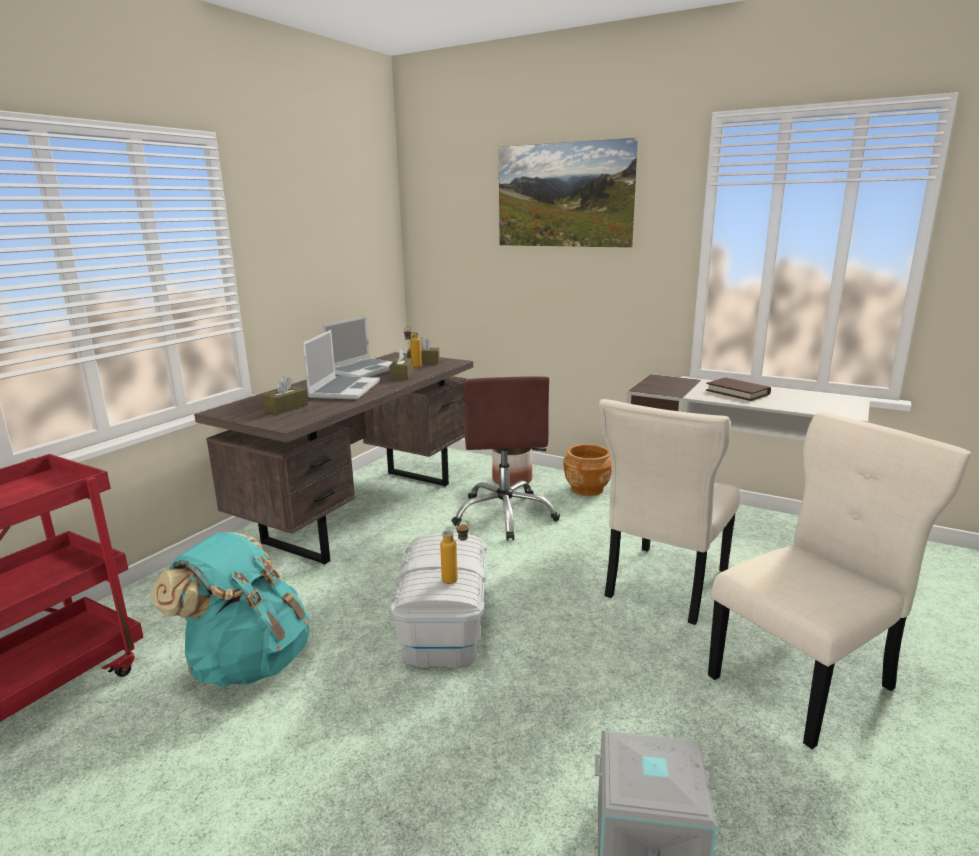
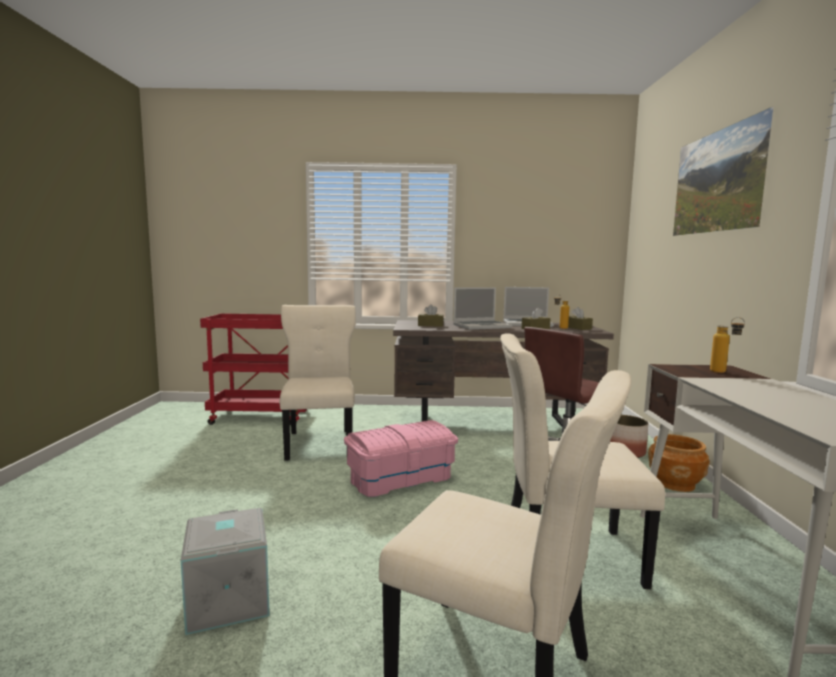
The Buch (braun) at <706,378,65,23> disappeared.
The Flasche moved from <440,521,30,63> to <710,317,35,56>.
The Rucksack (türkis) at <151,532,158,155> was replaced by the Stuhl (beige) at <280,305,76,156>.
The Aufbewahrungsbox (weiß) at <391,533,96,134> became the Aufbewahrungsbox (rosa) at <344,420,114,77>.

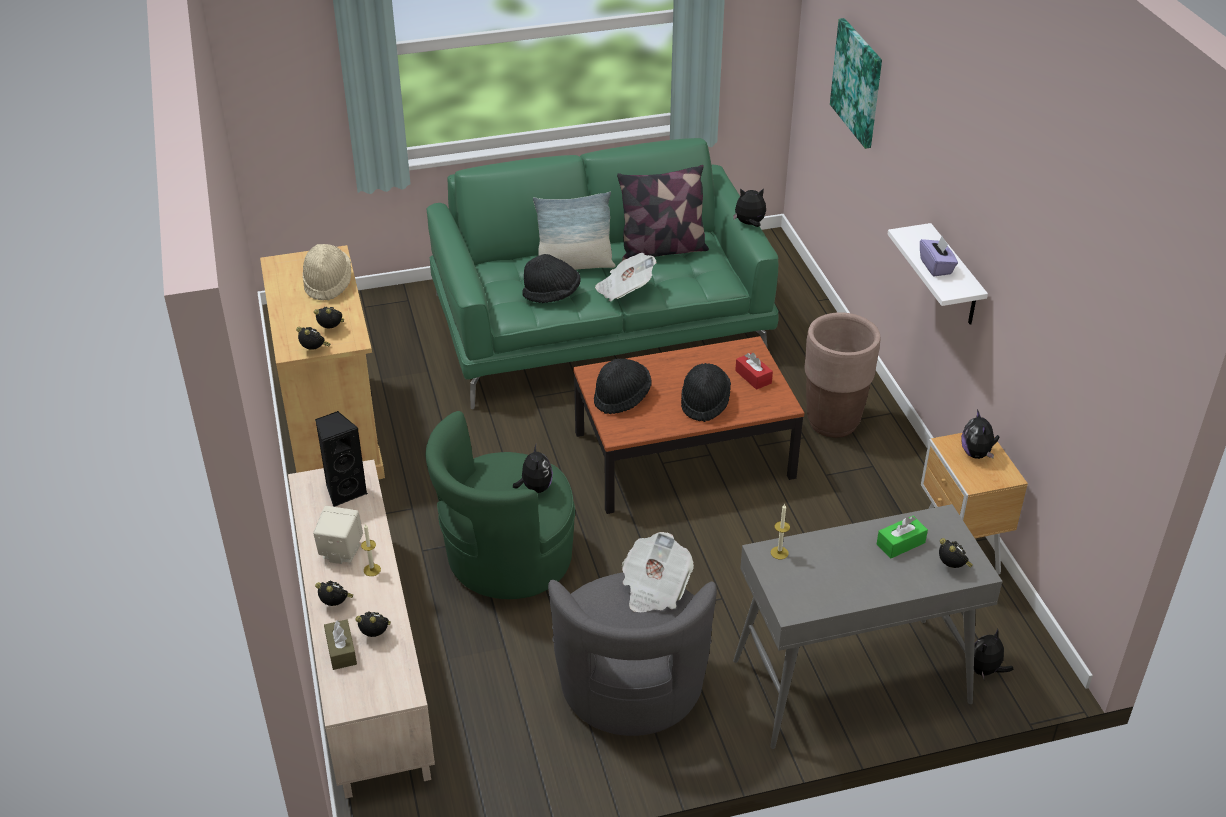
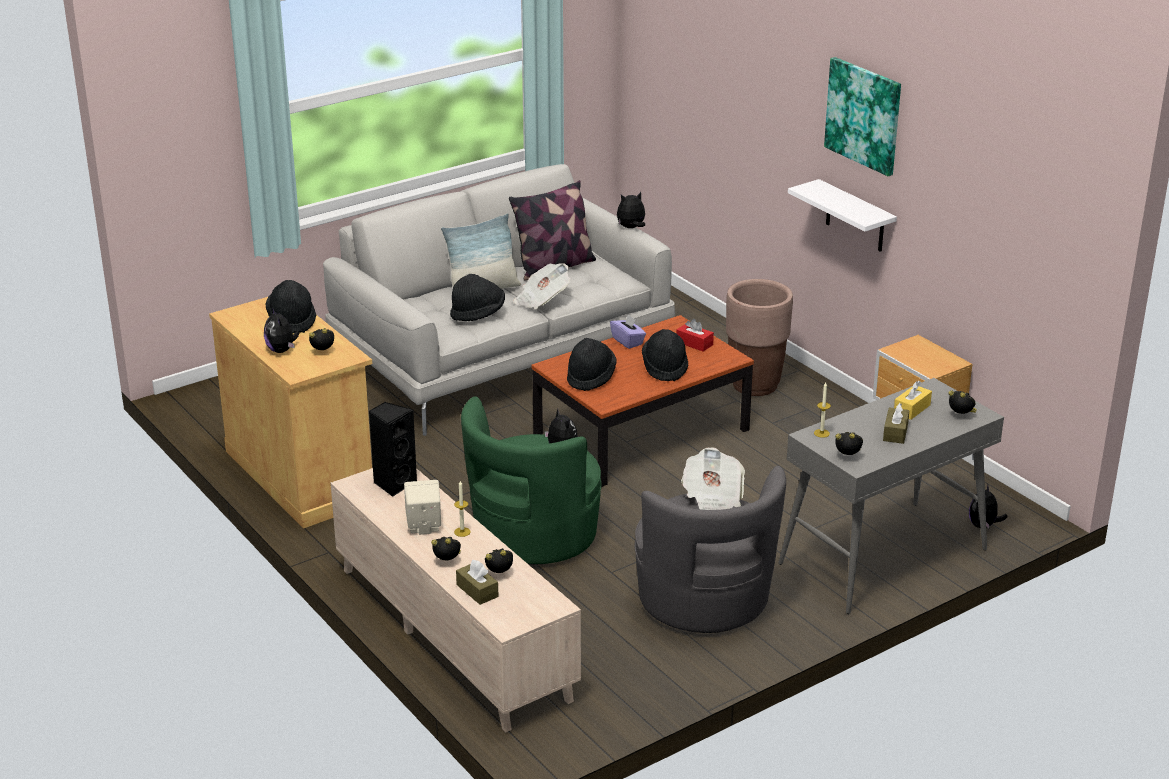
The Taschentuchbox (braun) at <883,403,27,41> appeared.
The Wecker moved from <296,327,34,23> to <835,432,28,23>.
The Bild moved from <830,18,52,131> to <824,57,77,119>.
The Taschentuchbox (lila) moved from <920,236,38,41> to <610,315,36,34>.
The Plüschtier moved from <961,409,38,50> to <264,308,36,45>.
The Hut (beige) at <303,244,48,57> became the Hut (schwarz) at <265,280,51,53>.
The Sofa (grün) at <427,138,352,271> became the Sofa (grau) at <323,164,352,272>.
The Taschentuchbox (grün) at <876,516,52,42> became the Taschentuchbox (gelb) at <894,381,38,39>.

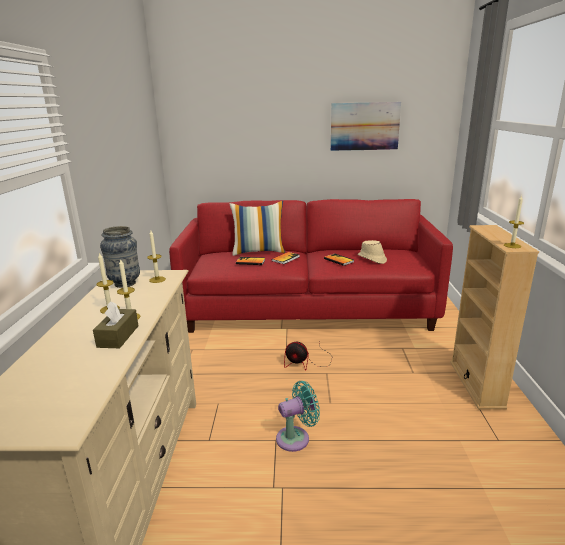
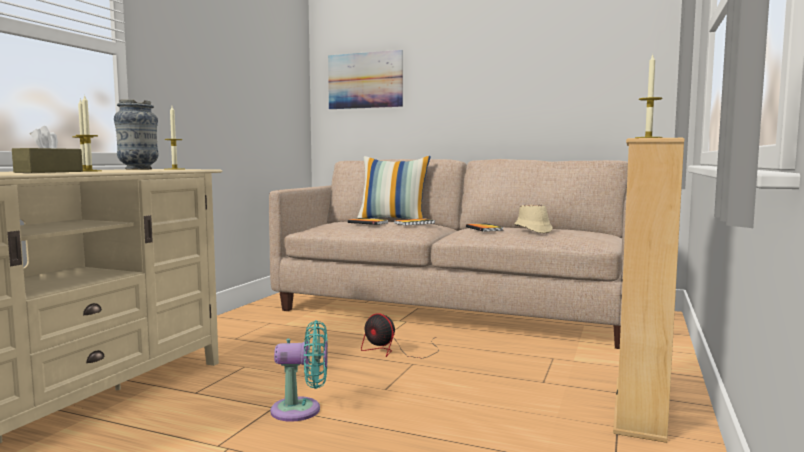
The Bild moved from <331,102,70,49> to <328,50,75,59>.
The Sofa (rot) at <169,199,284,134> became the Sofa (beige) at <269,159,359,190>.

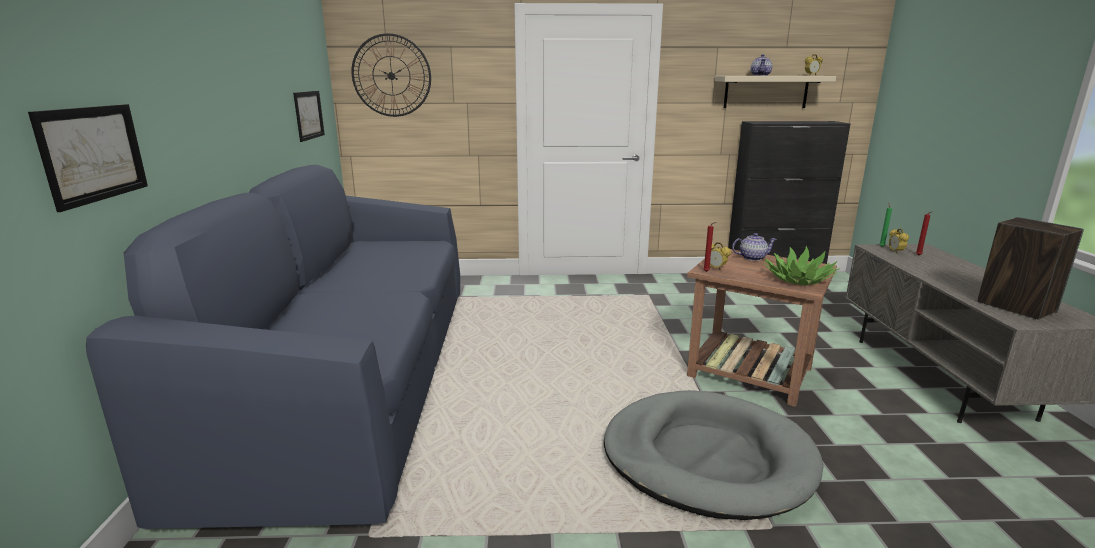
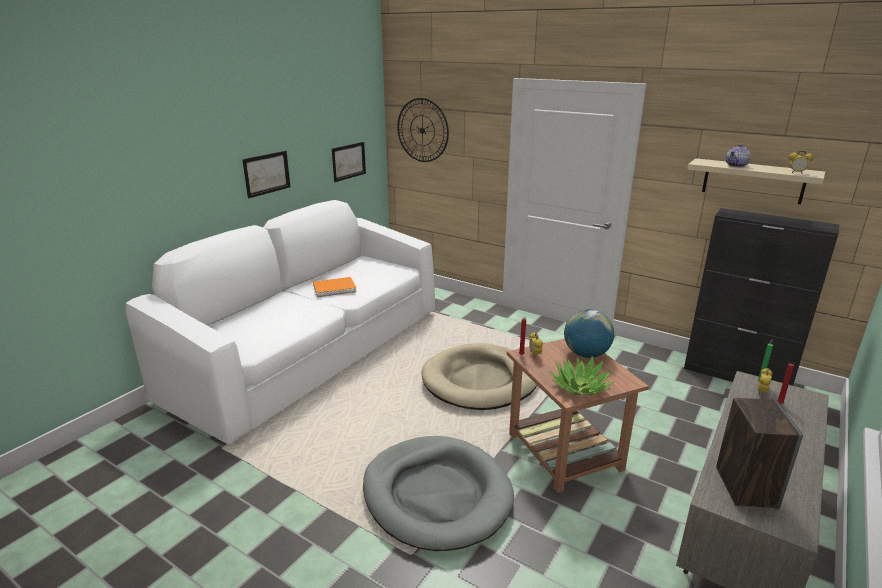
The Buch (orange) at <313,277,43,20> appeared.
The Hundebett (beige) at <421,343,116,67> appeared.
The Bild moved from <28,104,120,108> to <242,151,48,47>.
The Teekanne at <732,233,45,28> was replaced by the Globus at <564,309,50,49>.
The Sofa (blau) at <86,165,374,364> became the Sofa (weiß) at <125,200,310,244>.

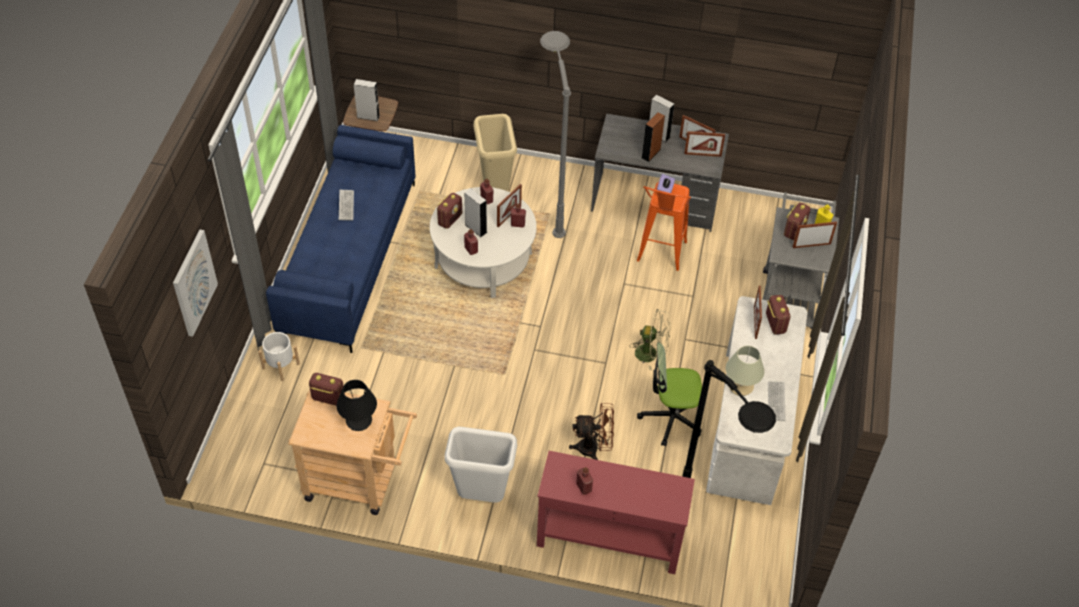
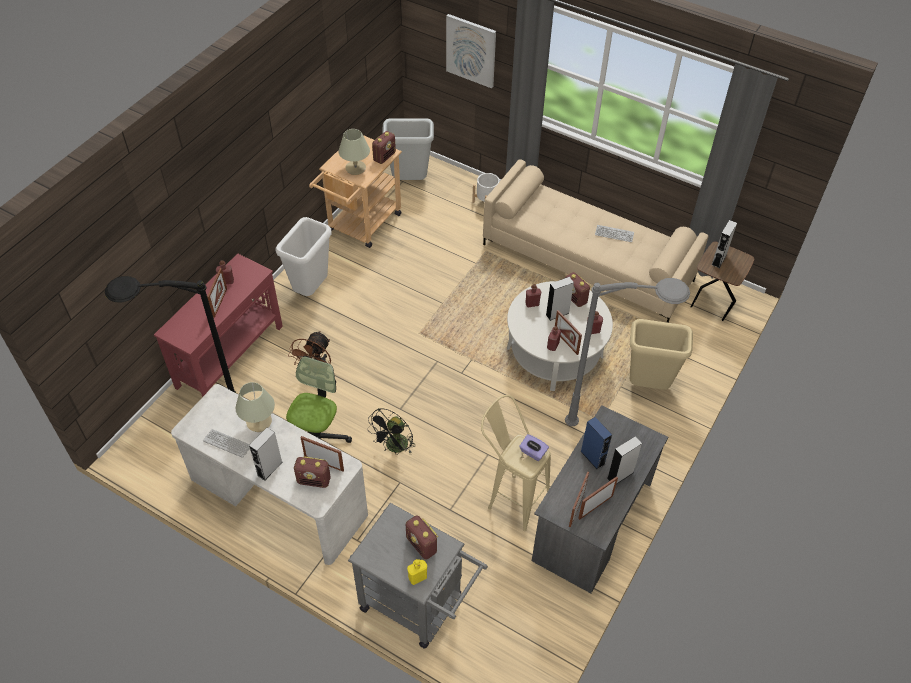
The Lautsprecher (grau) at <249,428,33,53> appeared.
The Mülleimer (grau) at <382,118,52,62> appeared.
The Bilderrahmen moved from <793,222,44,26> to <207,268,20,50>.
The Sofa (blau) at <266,125,149,228> became the Sofa (beige) at <483,159,226,164>.
The Tischlampe (schwarz) at <337,380,40,51> became the Tischlampe (beige) at <338,129,32,46>.
The Ventilator (beige) at <630,309,40,61> became the Ventilator (schwarz) at <367,408,49,47>.
The Hocker (orange) at <637,182,54,89> became the Hocker (beige) at <481,395,70,136>.
The Lautsprecher (braun) at <642,112,23,50> became the Lautsprecher (blau) at <581,417,31,53>.

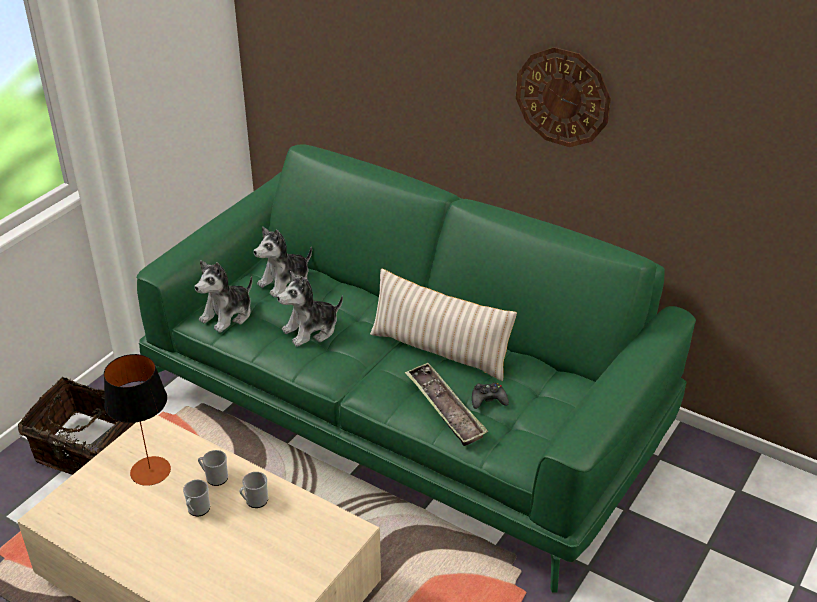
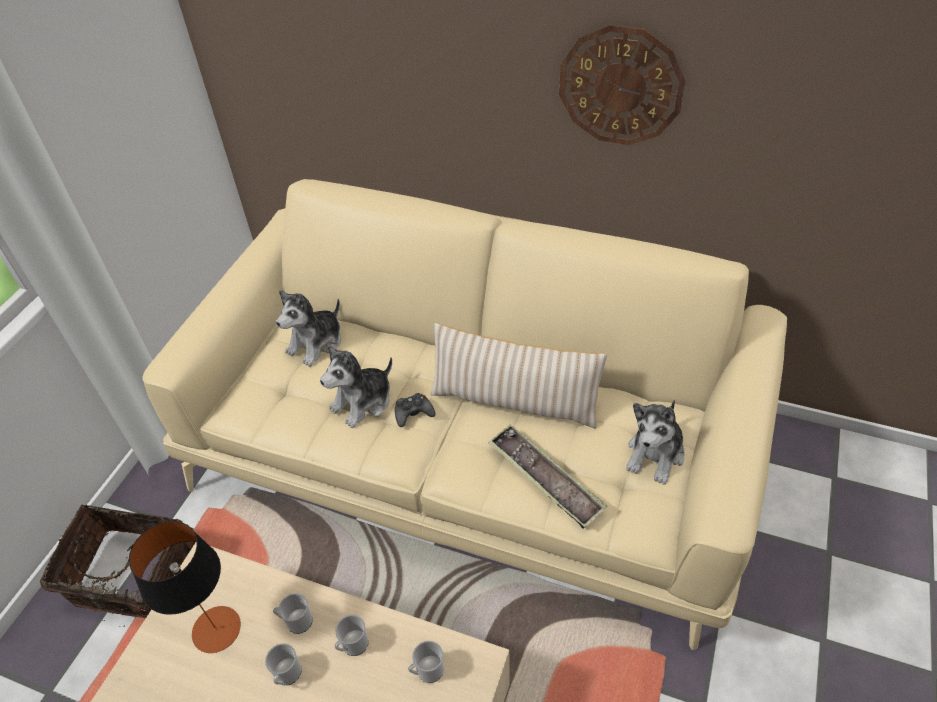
The Henkelbecher at <408,641,36,42> appeared.
The Plüschtier moved from <195,260,57,73> to <626,400,59,85>.
The Gamepad (schwarz) moved from <472,383,37,26> to <395,393,41,34>.
The Sofa (grün) at <137,144,559,449> became the Sofa (beige) at <142,179,645,471>.

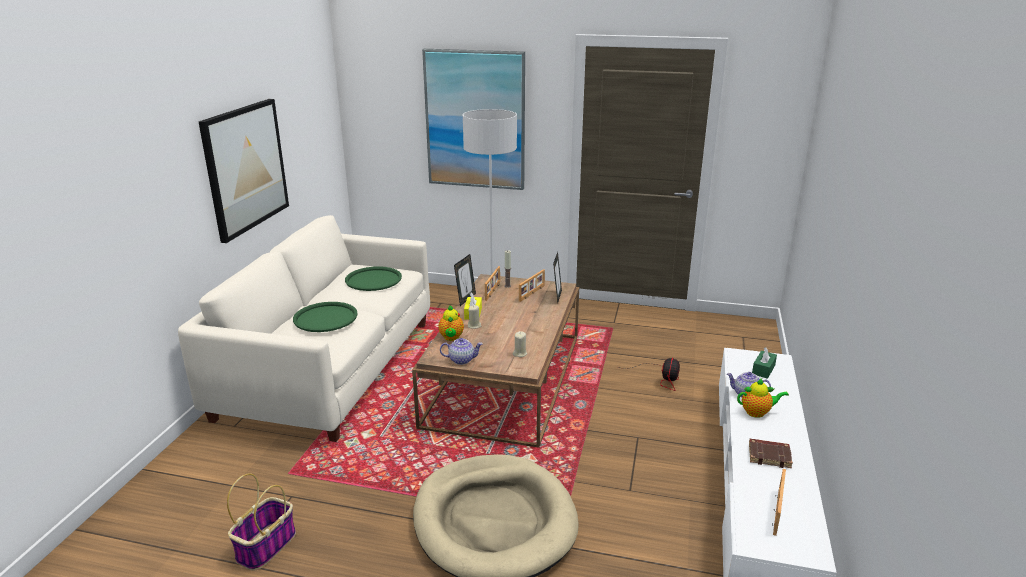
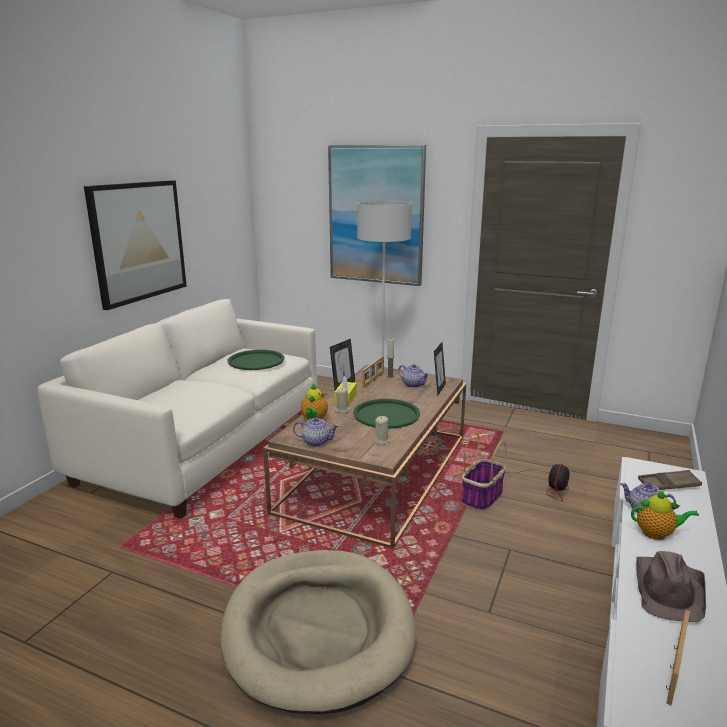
The Korb moved from <227,473,69,98> to <461,433,45,78>.
The Tablett (grün) moved from <293,302,65,30> to <353,399,67,30>.
The Bilderrahmen at <519,269,26,33> was replaced by the Teekanne at <398,364,31,24>.
The Buch (braun) at <749,439,44,29> was replaced by the Hut (braun) at <637,551,69,71>.
The Taschentuchbox (grün) at <752,347,25,32> was replaced by the Tablett (braun) at <638,470,64,20>.

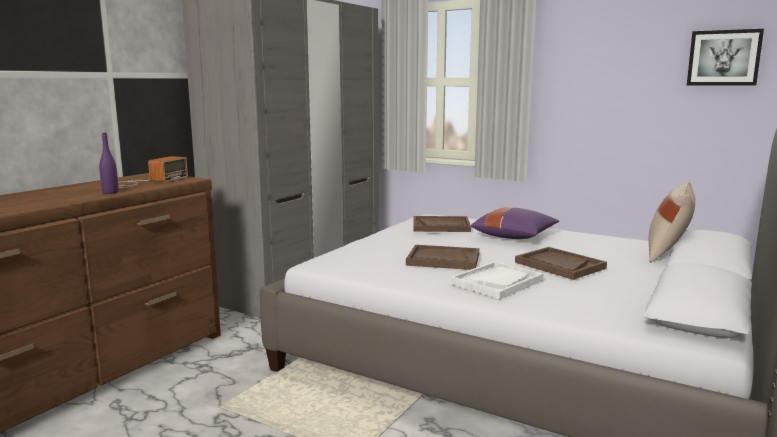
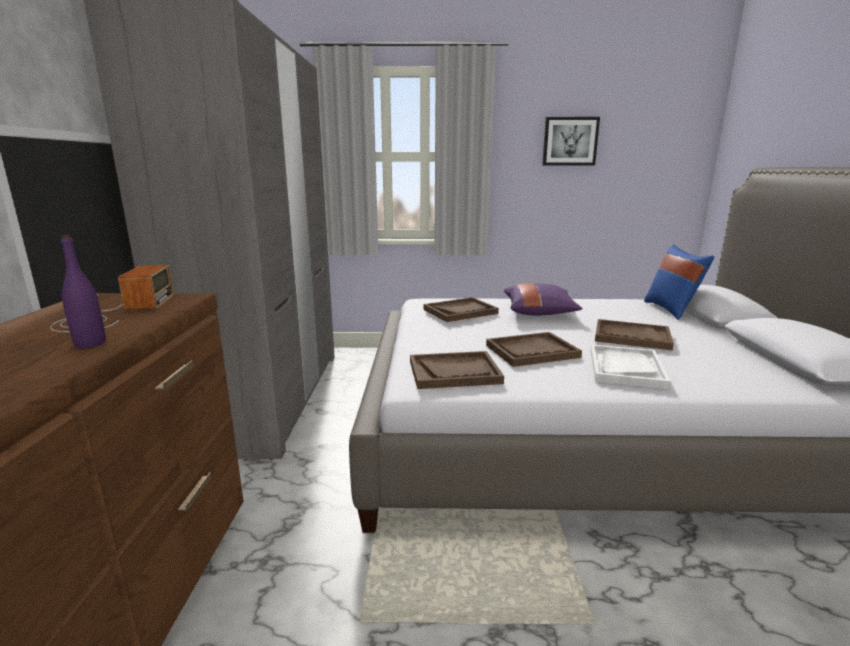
The Tablett (braun) at <410,351,94,38> appeared.
The Bild moved from <687,29,77,57> to <542,117,58,48>.
The Kissen (beige) at <649,182,46,80> became the Kissen (blau) at <644,245,70,75>.

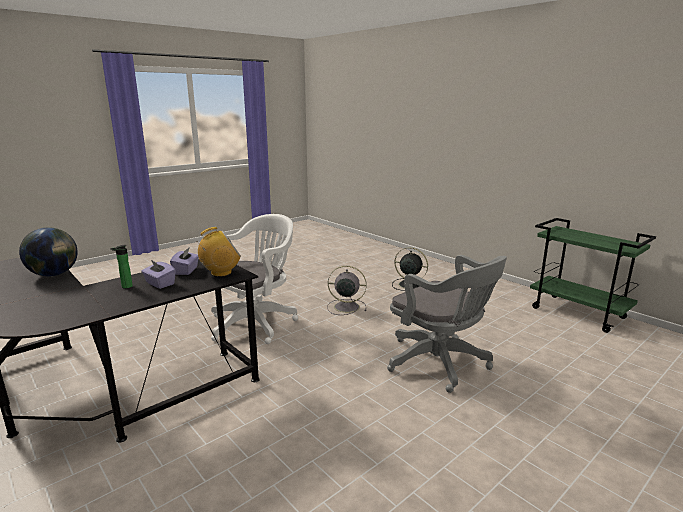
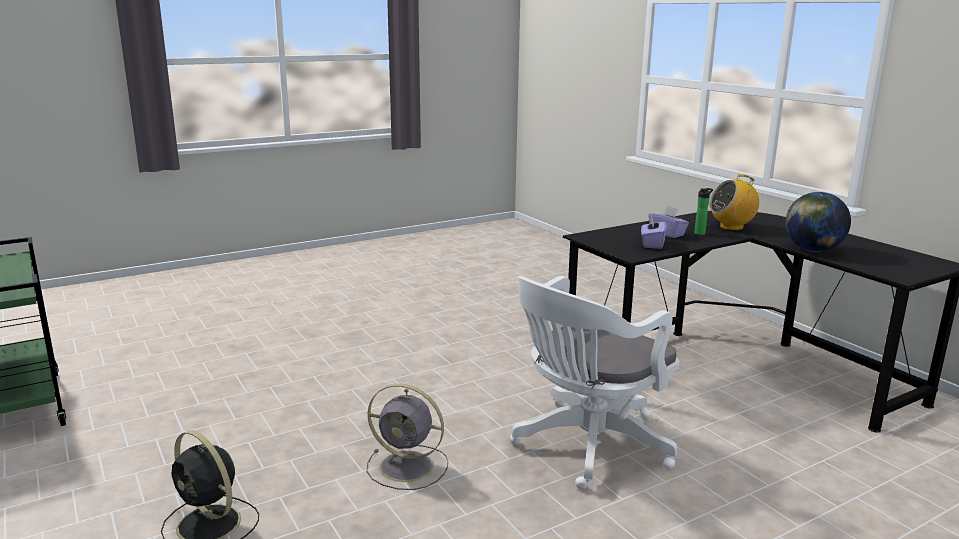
The Bürostuhl (grau) at <387,255,120,138> disappeared.
The Radio moved from <198,227,43,50> to <710,174,49,56>.

